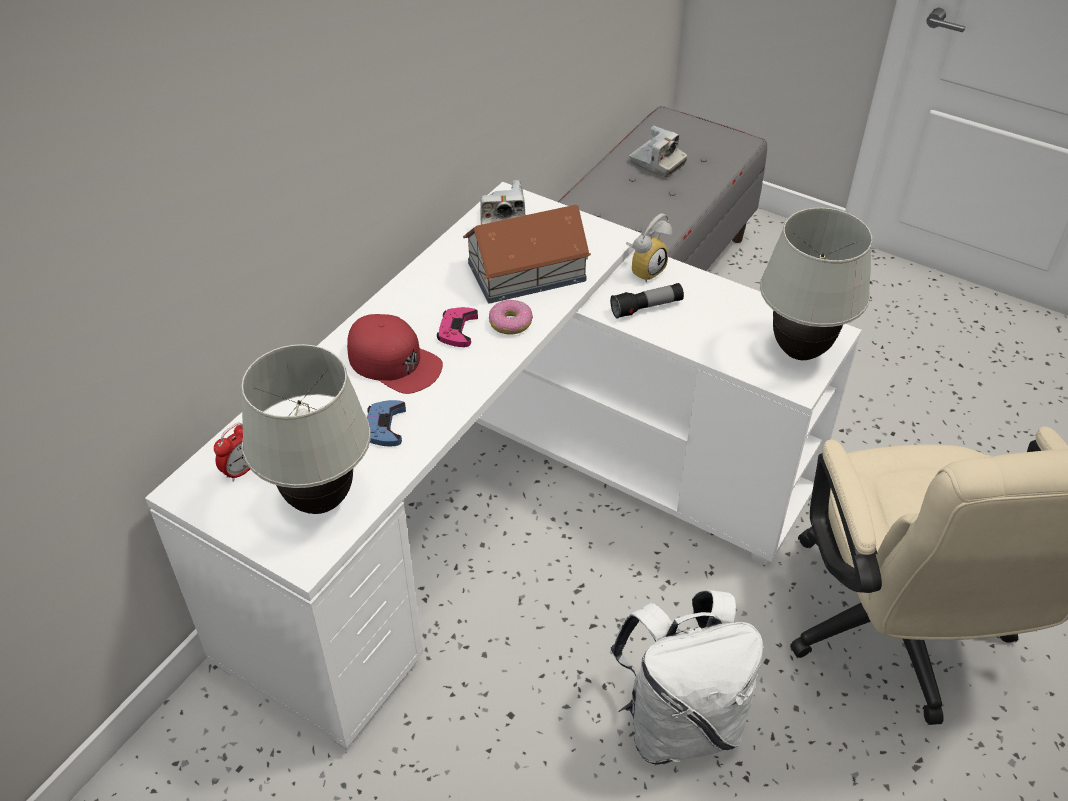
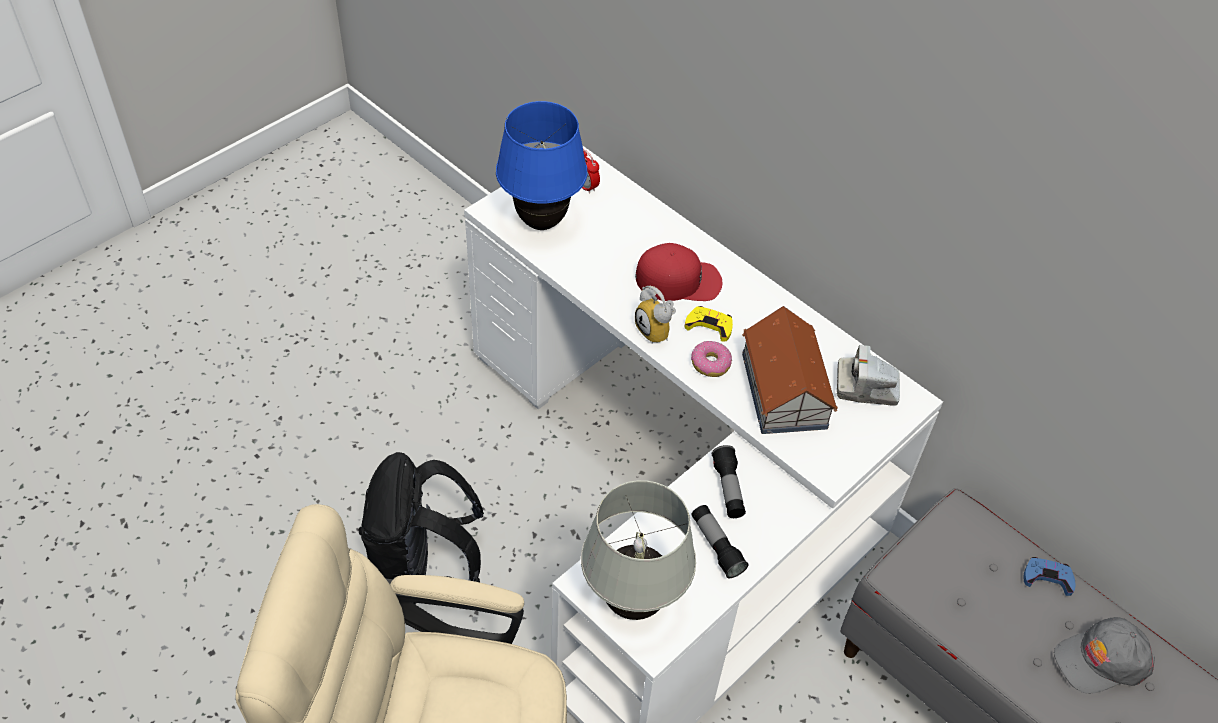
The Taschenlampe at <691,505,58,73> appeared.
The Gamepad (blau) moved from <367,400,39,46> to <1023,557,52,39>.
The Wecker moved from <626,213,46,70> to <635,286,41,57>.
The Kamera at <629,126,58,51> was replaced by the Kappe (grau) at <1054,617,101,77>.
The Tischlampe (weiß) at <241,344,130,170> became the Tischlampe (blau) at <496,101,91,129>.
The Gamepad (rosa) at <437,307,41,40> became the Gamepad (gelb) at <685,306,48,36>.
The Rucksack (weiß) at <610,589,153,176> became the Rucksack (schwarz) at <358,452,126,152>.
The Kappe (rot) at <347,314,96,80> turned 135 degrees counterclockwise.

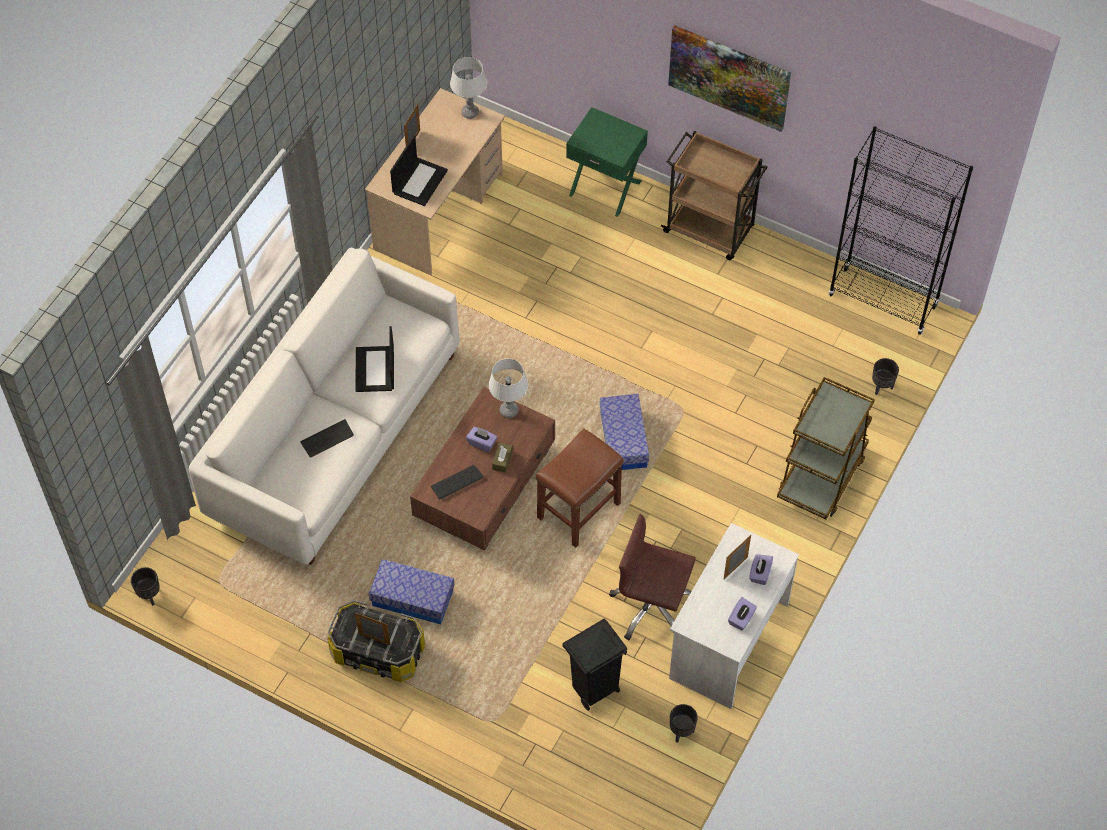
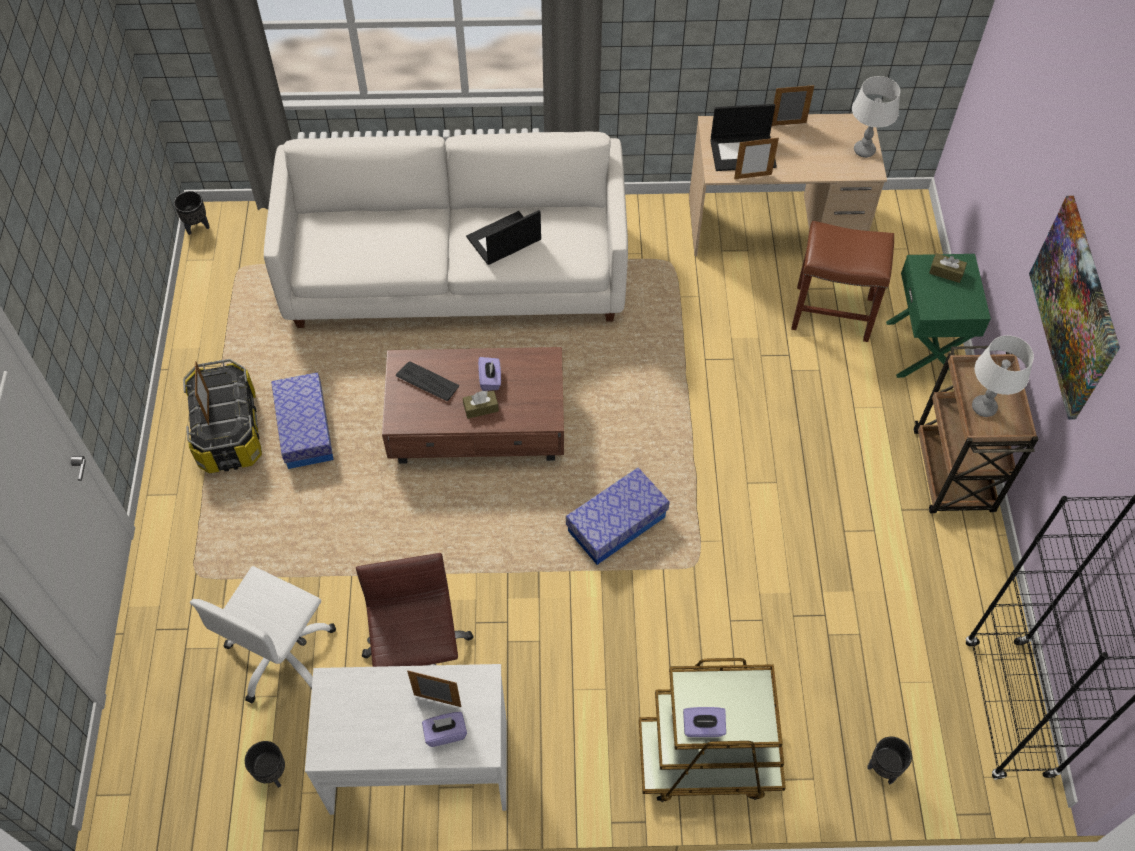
The Tastatur at <300,419,54,38> disappeared.
The Bilderrahmen at <734,138,45,41> appeared.
The Taschentuchbox (braun) at <929,253,38,30> appeared.
The Tischlampe (weiß) moved from <489,359,39,59> to <972,335,62,82>.
The Hocker (braun) moved from <536,428,87,120> to <791,221,103,121>.
The Taschentuchbox (lila) moved from <728,597,29,34> to <683,707,43,30>.
The Mülleimer (schwarz) at <562,619,65,92> was replaced by the Bürostuhl (weiß) at <190,566,146,137>.

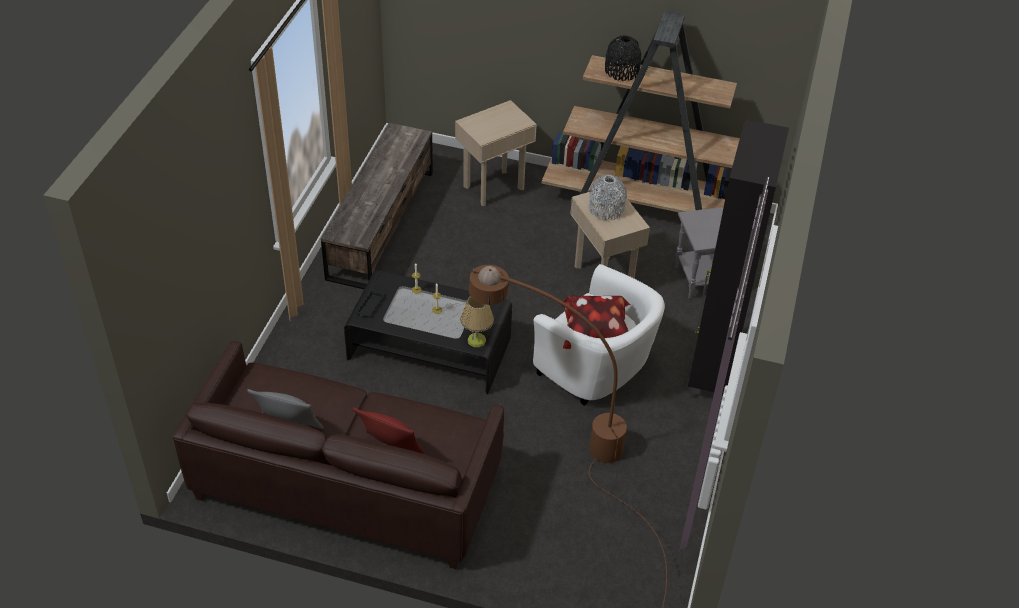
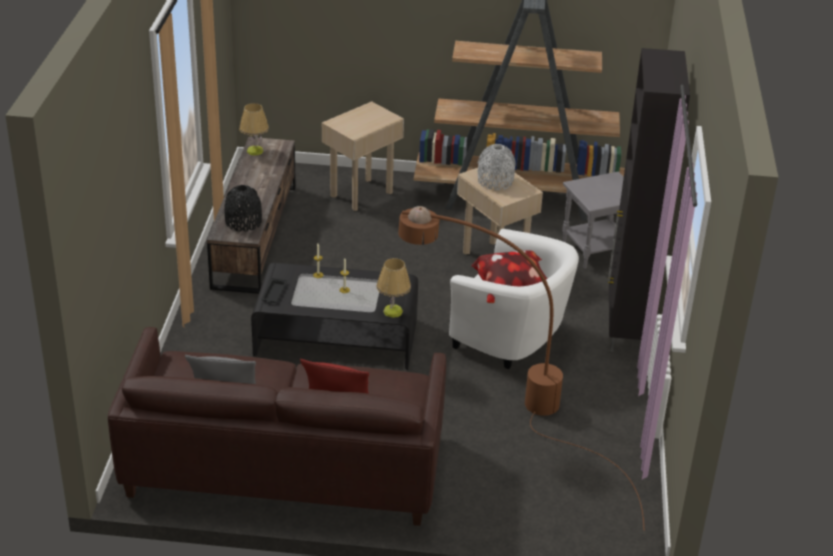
The Tischlampe at <239,103,30,52> appeared.
The Vase (schwarz) moved from <605,35,36,46> to <224,185,38,47>.

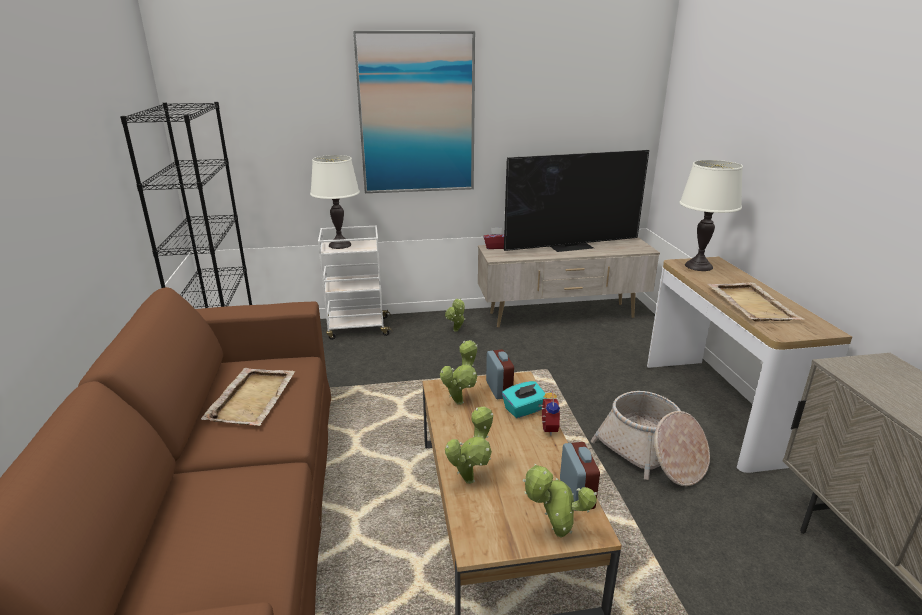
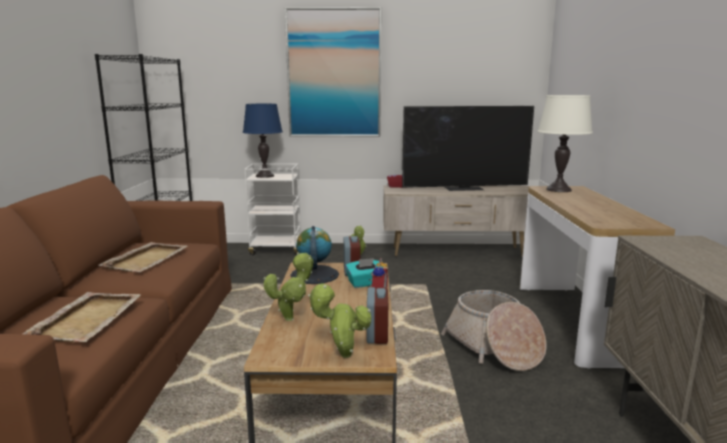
The Tablett (beige) moved from <708,282,96,40> to <23,292,119,50>.
The Topfpflanze at <440,340,37,65> was replaced by the Globus at <290,226,49,58>.
The Tischlampe (weiß) at <310,155,50,94> became the Tischlampe (blau) at <243,104,40,74>.

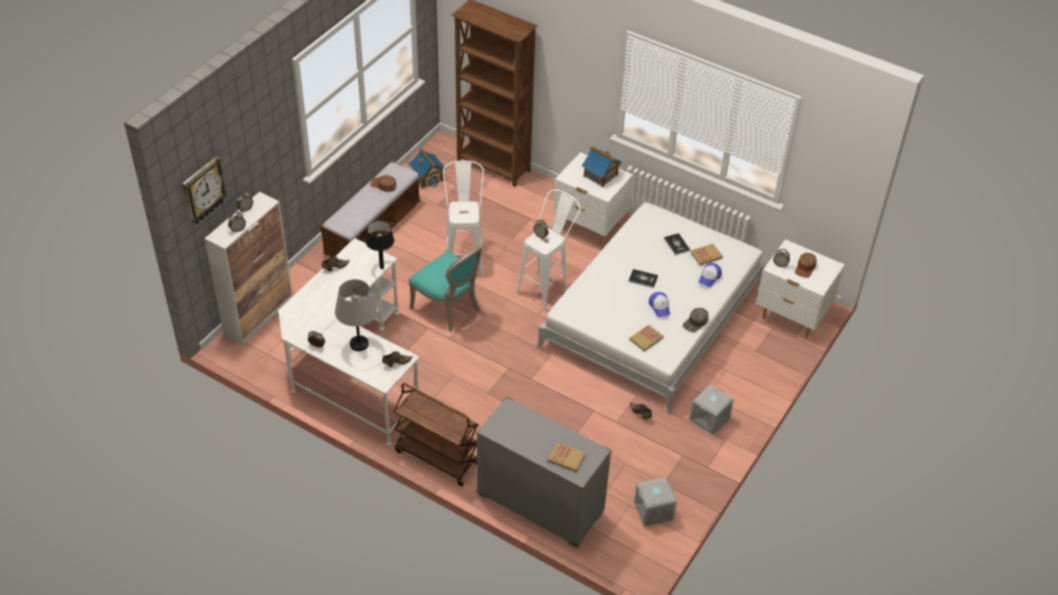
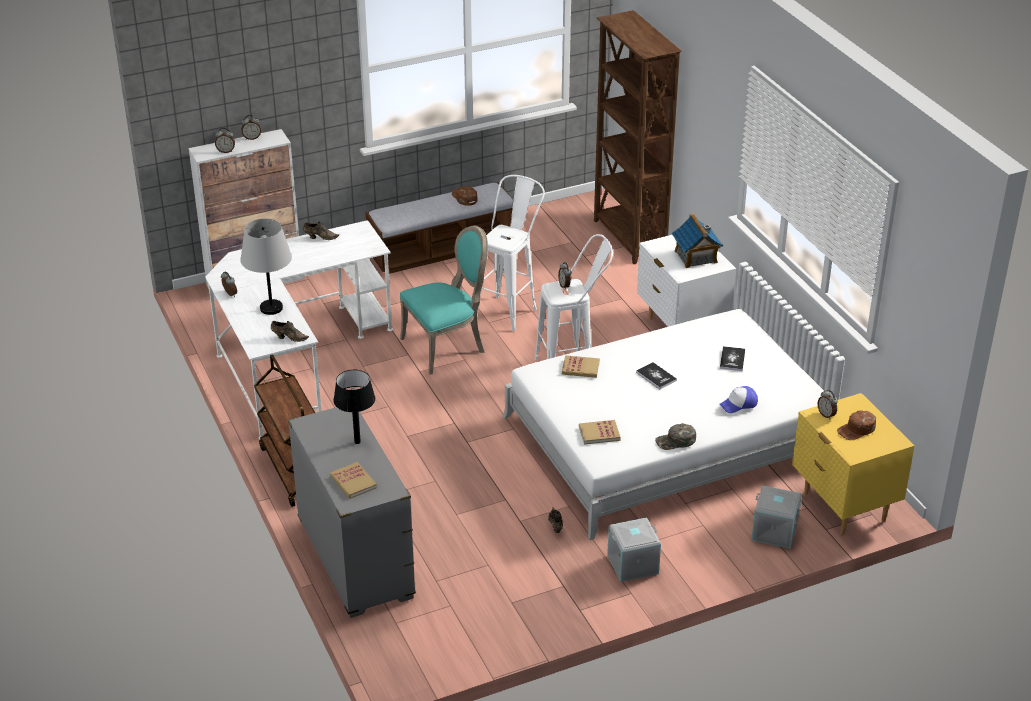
The Wanduhr at <182,156,46,68> disappeared.
The Spielzeughaus at <409,148,37,40> disappeared.
The Kappe at <649,292,21,25> disappeared.
The Tischlampe (schwarz) moved from <366,221,28,48> to <333,370,42,74>.
The Aufbewahrungsbox (grau) moved from <634,477,43,50> to <751,486,51,63>.
The Buch moved from <690,244,33,21> to <562,355,38,23>.
The Nachttisch (weiß) at <756,239,89,99> became the Nachttisch (gelb) at <792,393,122,143>.
The Stuhl (türkis) at <409,246,73,86> turned 105 degrees counterclockwise.

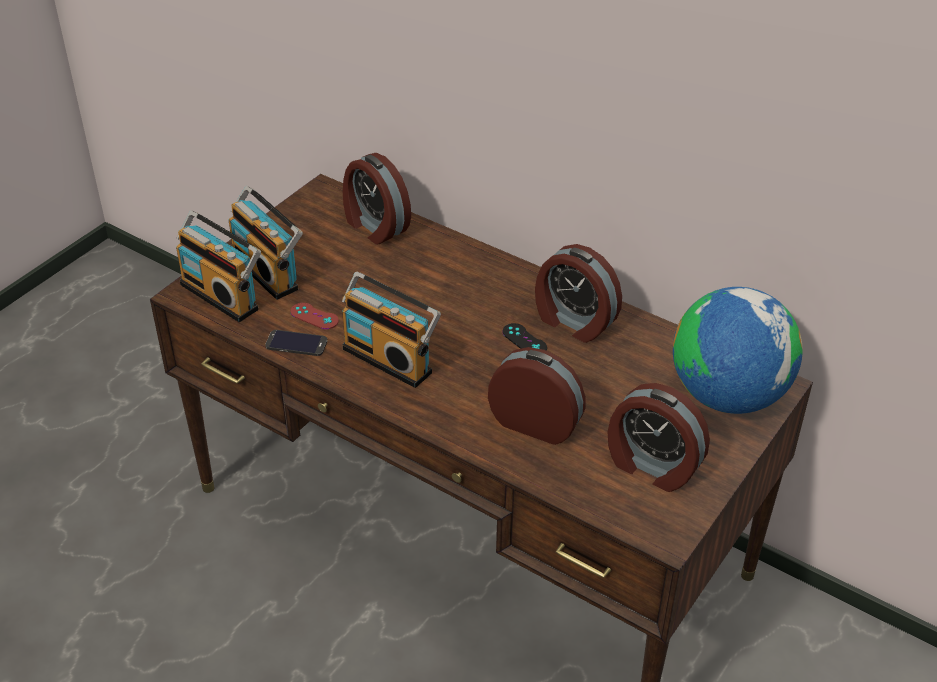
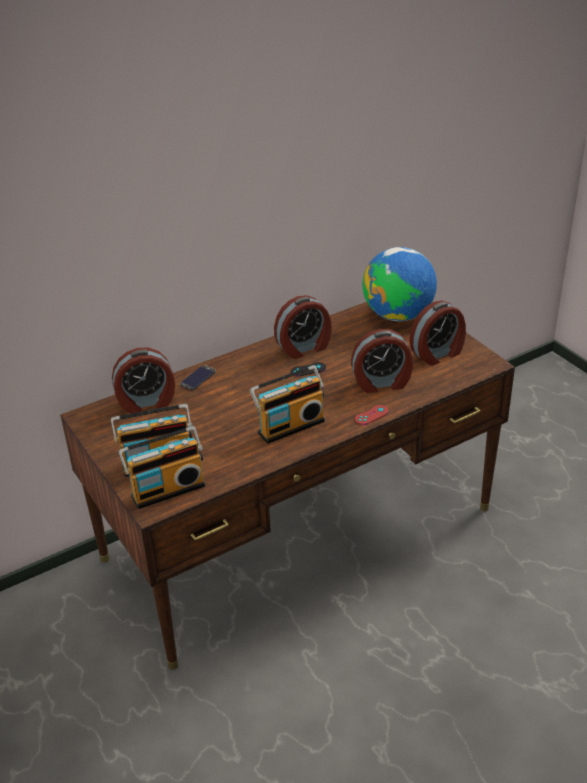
The Handy moved from <265,330,63,26> to <180,365,36,25>.
The Gamepad (rot) moved from <291,303,48,26> to <355,405,34,20>.
The Wecker at <488,347,98,98> turned 150 degrees counterclockwise.

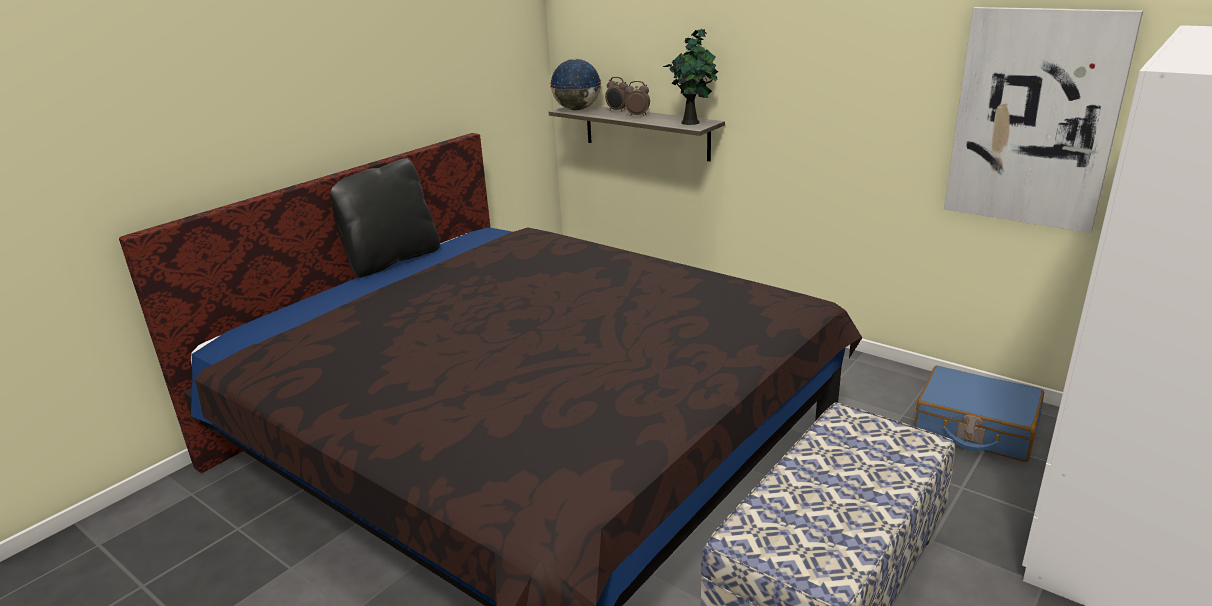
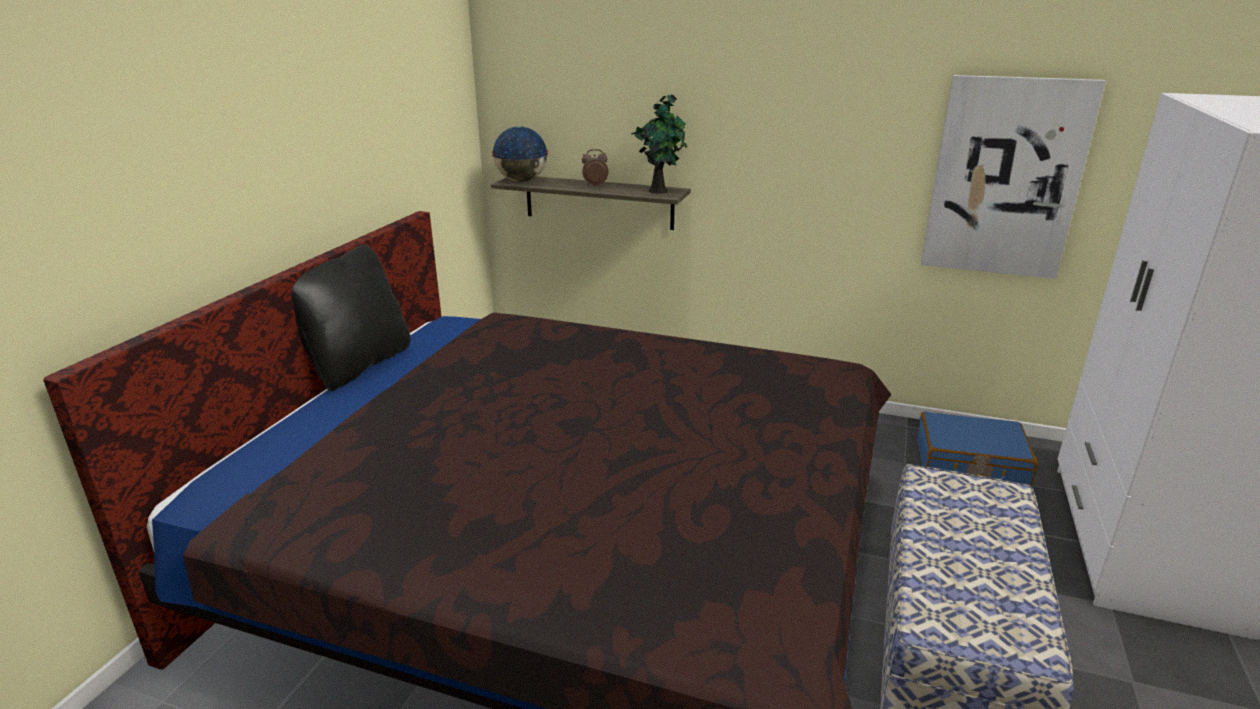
The Wecker at <605,77,23,35> disappeared.

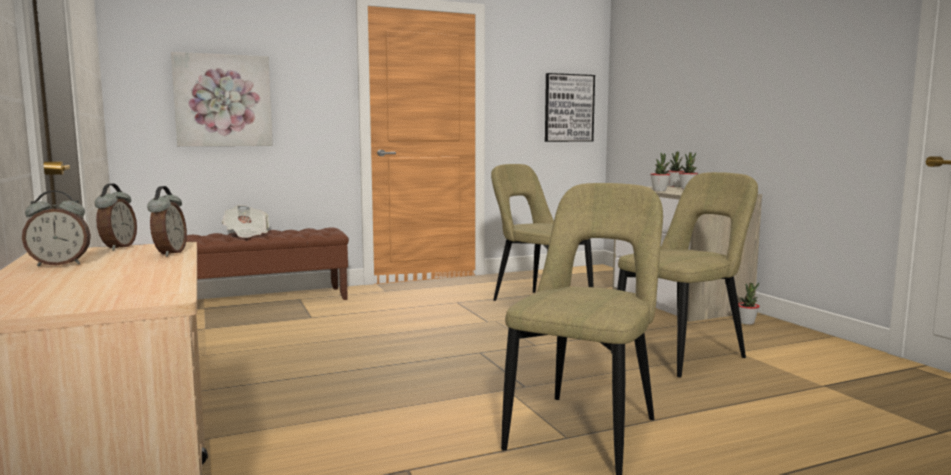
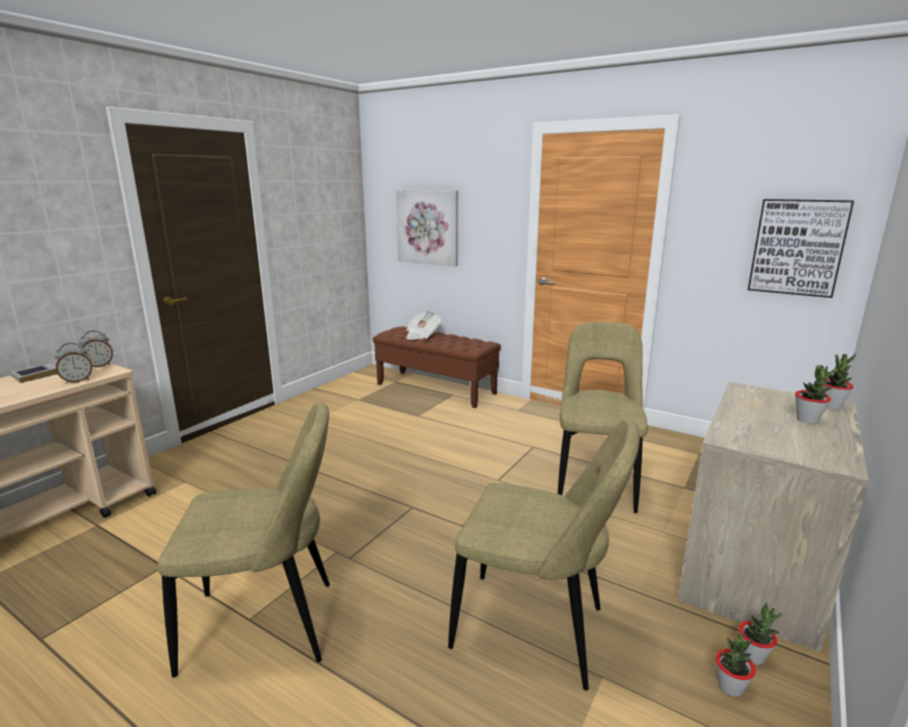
The Topfpflanze moved from <650,153,20,38> to <716,633,40,64>.
The Wecker at <22,190,69,77> was replaced by the Buch at <10,362,48,21>.

